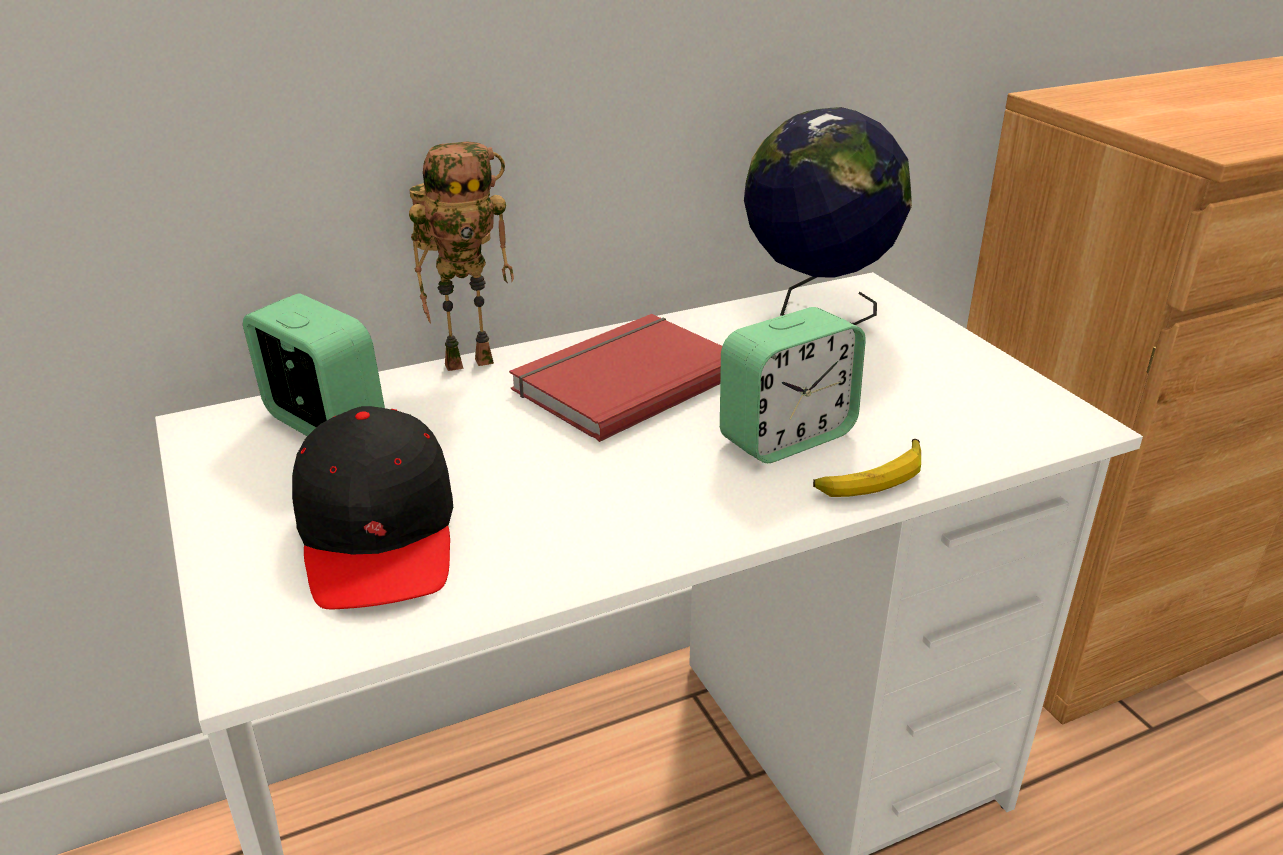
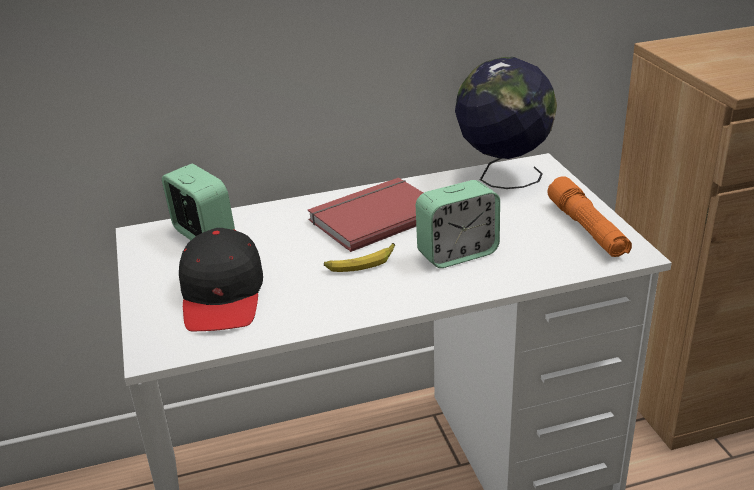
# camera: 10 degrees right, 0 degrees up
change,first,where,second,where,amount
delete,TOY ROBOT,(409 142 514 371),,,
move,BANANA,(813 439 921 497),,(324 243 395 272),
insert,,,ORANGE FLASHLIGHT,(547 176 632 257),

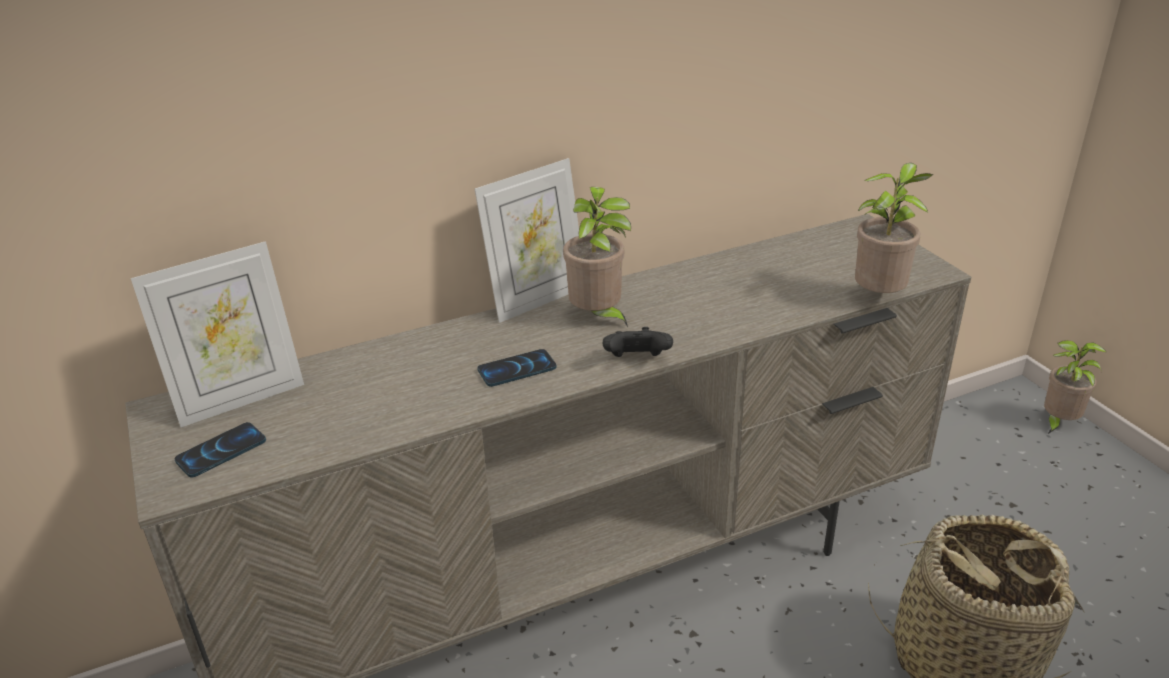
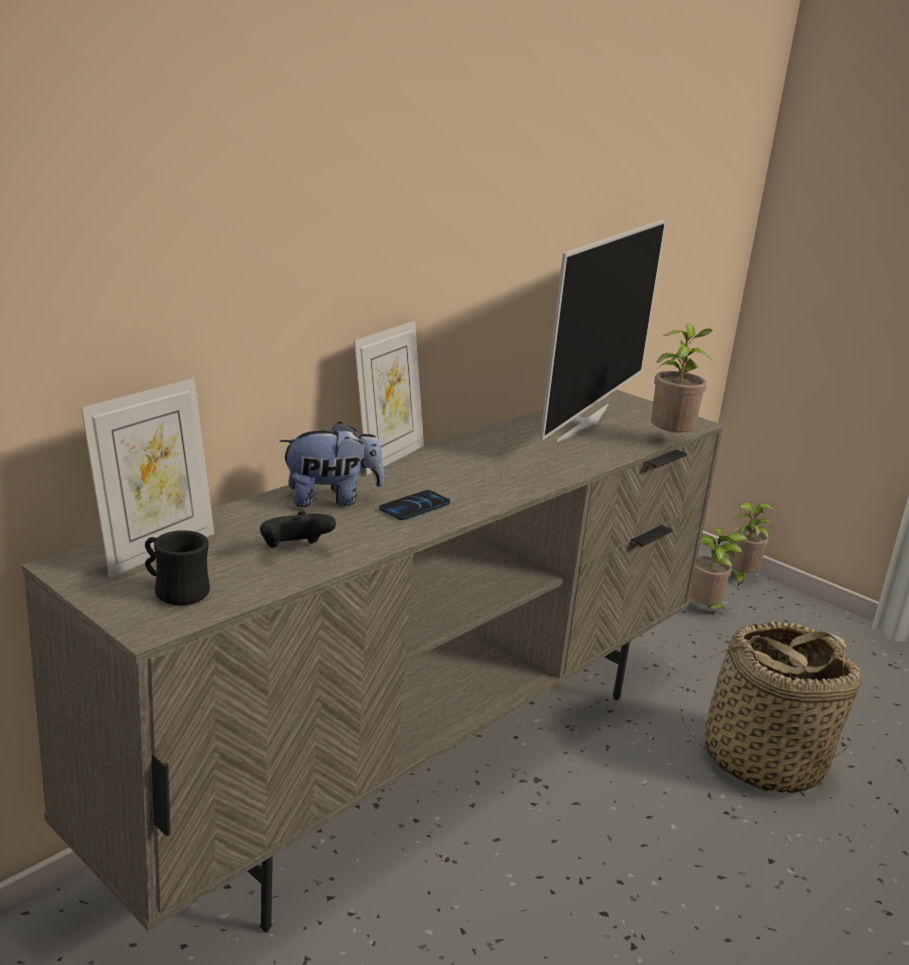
# camera: 25 degrees left, 10 degrees down
change,first,where,second,where,amount
move,POTTED PLANT,(563 187 631 327),,(690 527 748 612),
move,BLACK GAME CONTROLLER,(603 327 673 357),,(260 511 336 548),
replace,PHONE,(175 422 266 477),BLACK MUG,(145 530 210 605),
insert,,,TELEVISION,(540 219 666 442),
insert,,,PLUSH TOY,(280 421 384 507),

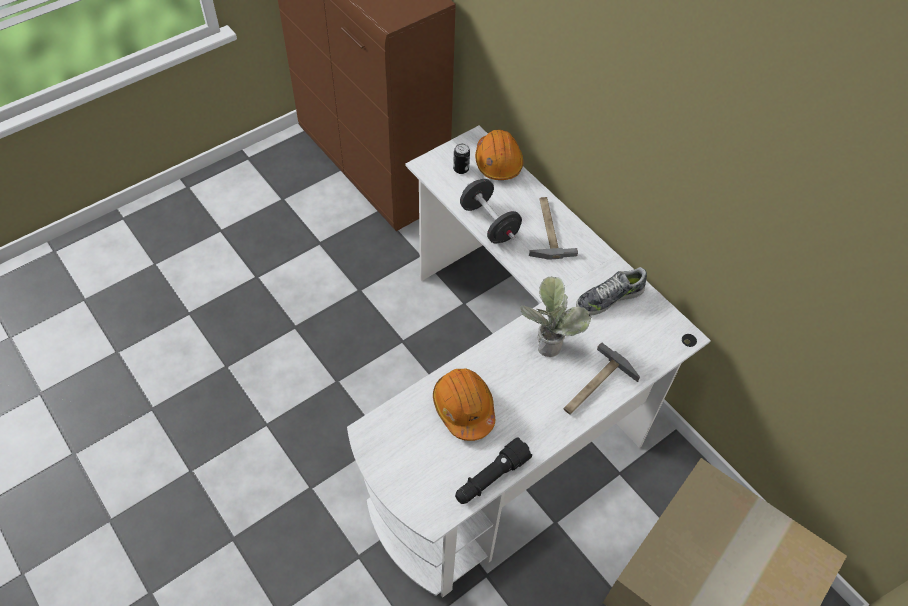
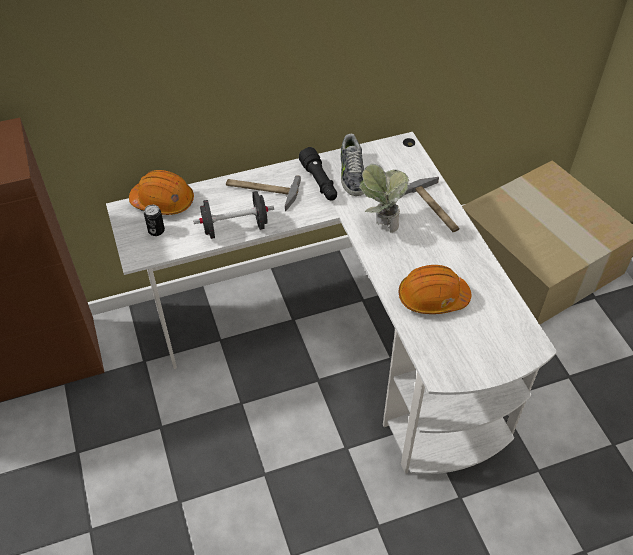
# camera: 70 degrees left, 5 degrees down
change,first,where,second,where,amount
move,BLACK FLASHLIGHT,(455 437 532 504),,(299 147 337 201),

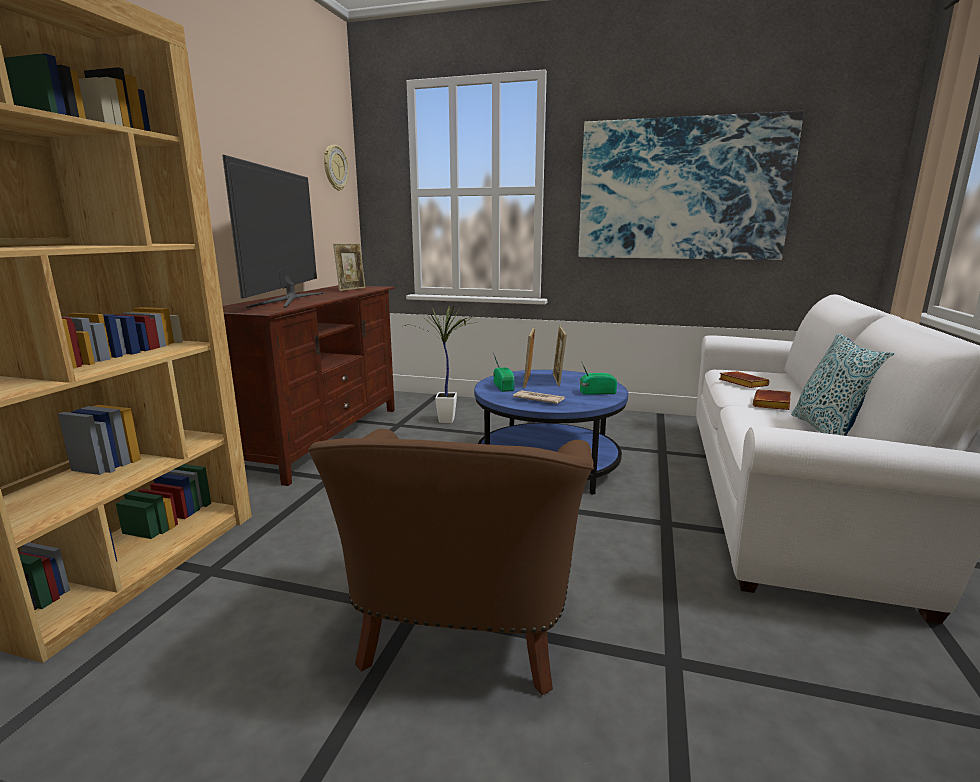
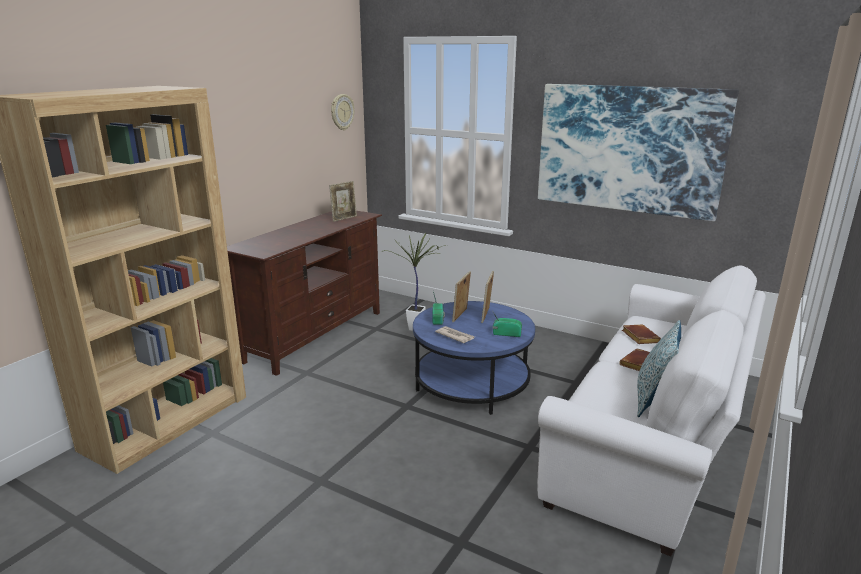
# camera: 15 degrees right, 5 degrees up
change,first,where,second,where,amount
delete,TELEVISION,(222 155 323 308),,,
delete,BROWN ARMCHAIR,(308 429 594 695),,,

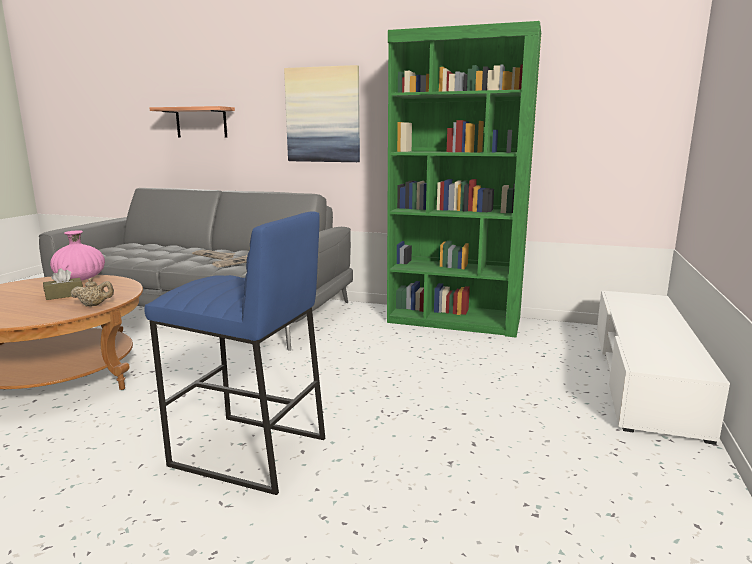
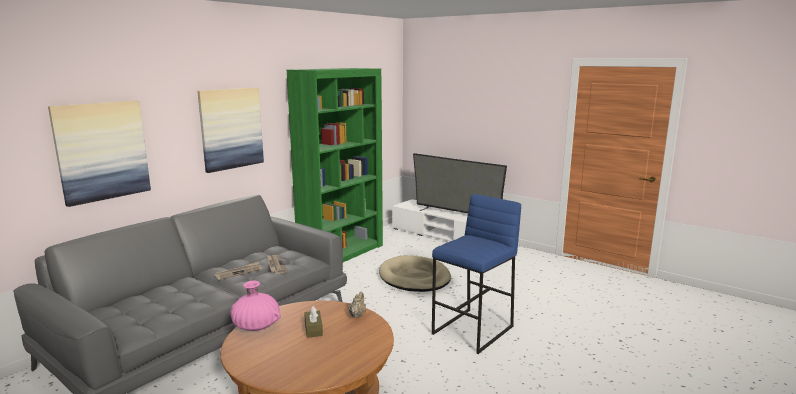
# camera: 70 degrees left, 0 degrees up
change,first,where,second,where,amount
replace,SHELF,(149 106 235 137),PICTURE,(48 101 151 207),
insert,,,TELEVISION,(413 153 507 213),
insert,,,BEIGE DOG BED,(379 255 451 292),

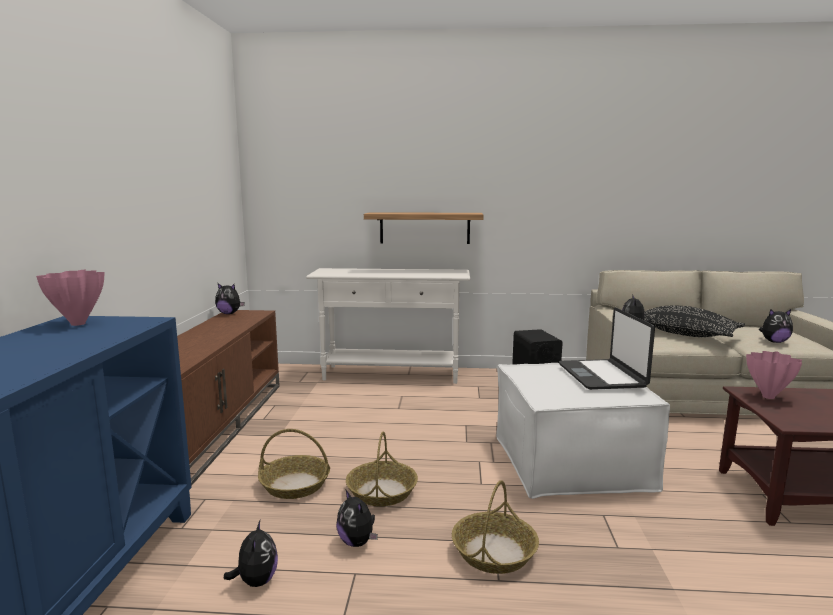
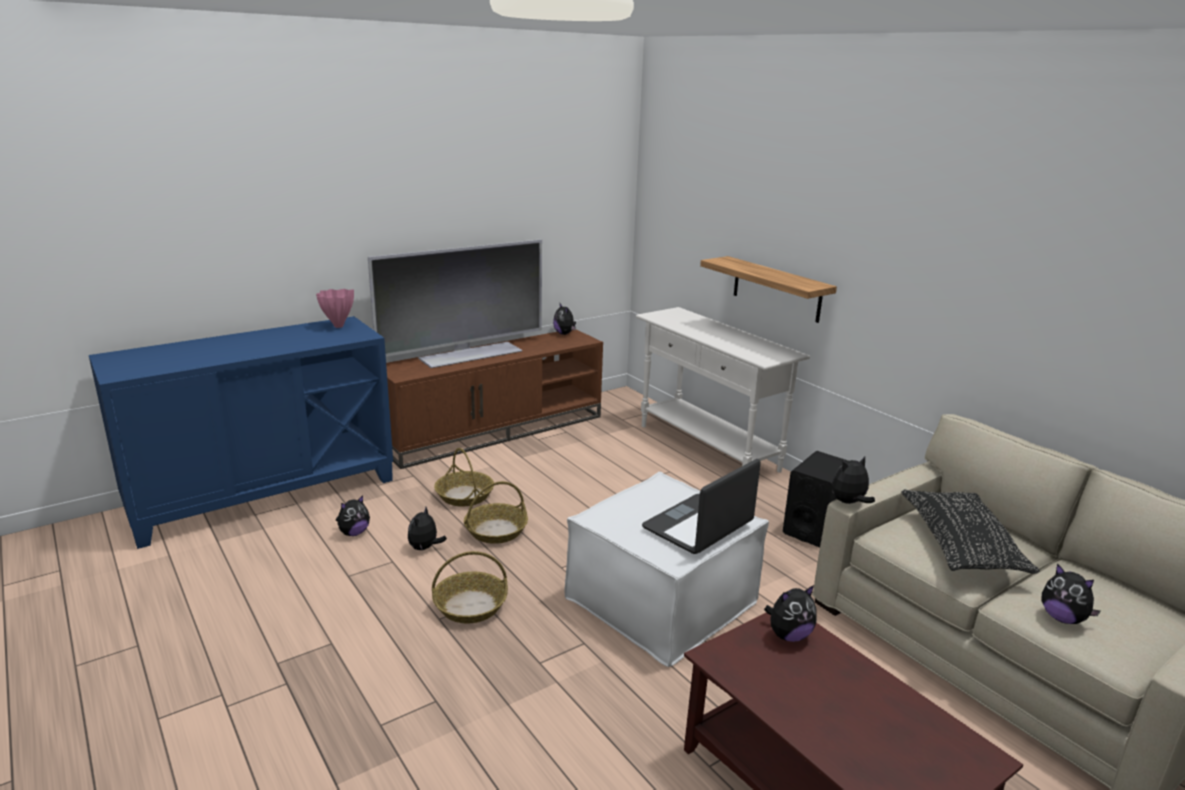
# camera: 50 degrees right, 10 degrees up
change,first,where,second,where,amount
replace,PINK VASE,(746 351 802 399),PLUSH TOY,(764 585 817 642),
insert,,,TELEVISION,(368 239 542 368),

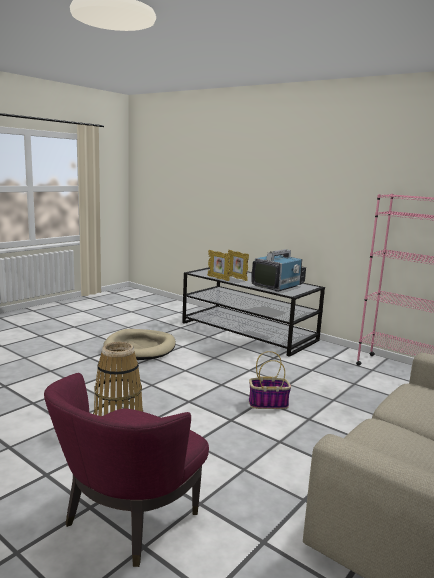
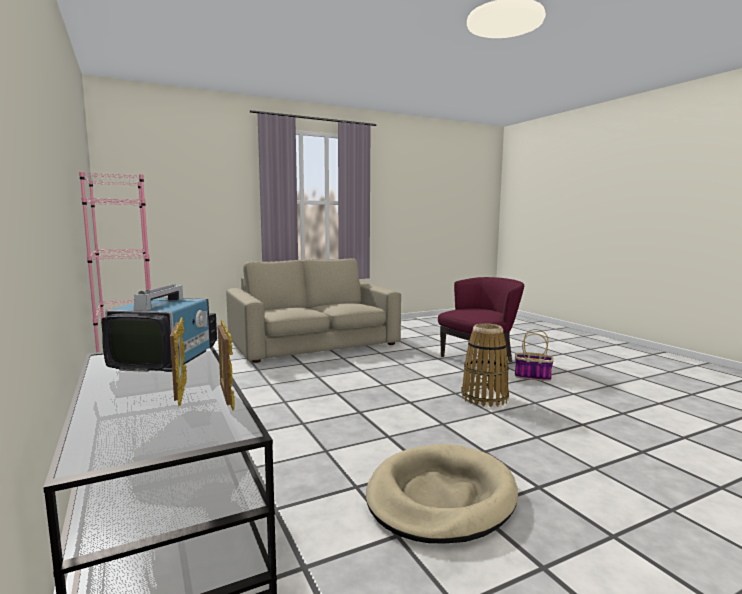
# camera: 155 degrees left, 5 degrees down
change,first,where,second,where,amount
rotate,TELEVISION,(251 249 306 292),,(101 284 217 372),120 degrees clockwise
move,BASKET,(249 351 291 409),,(515 329 554 381),

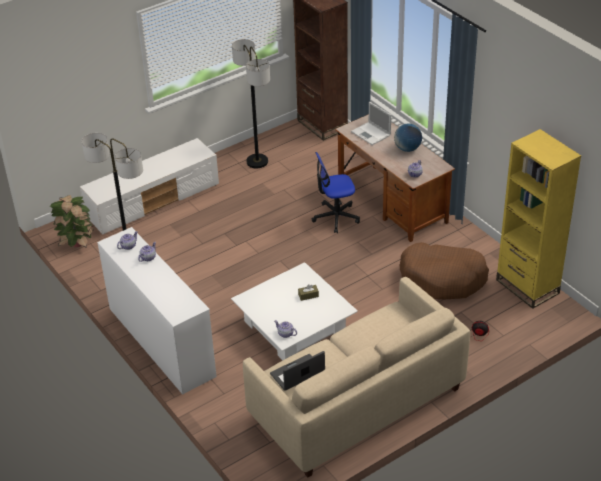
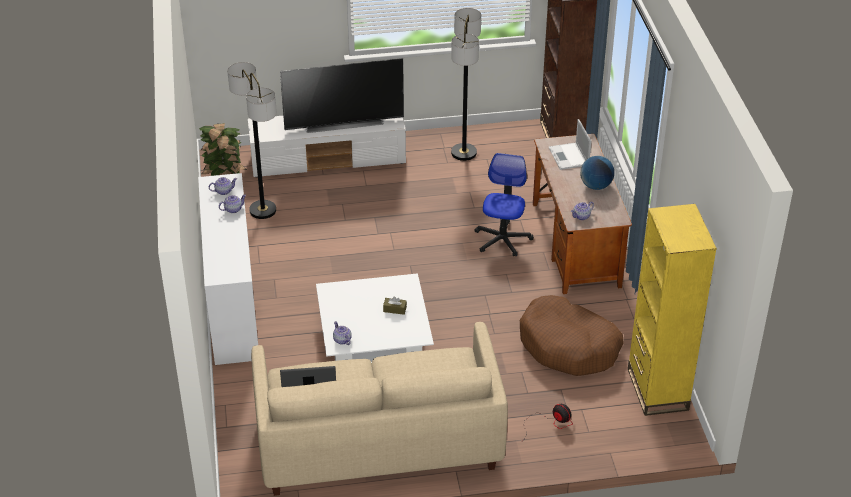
# camera: 25 degrees right, 0 degrees up
change,first,where,second,where,amount
rotate,OFFICE CHAIR,(311 152 360 233),,(475 153 534 257),90 degrees clockwise
insert,,,TELEVISION,(280 58 404 133),

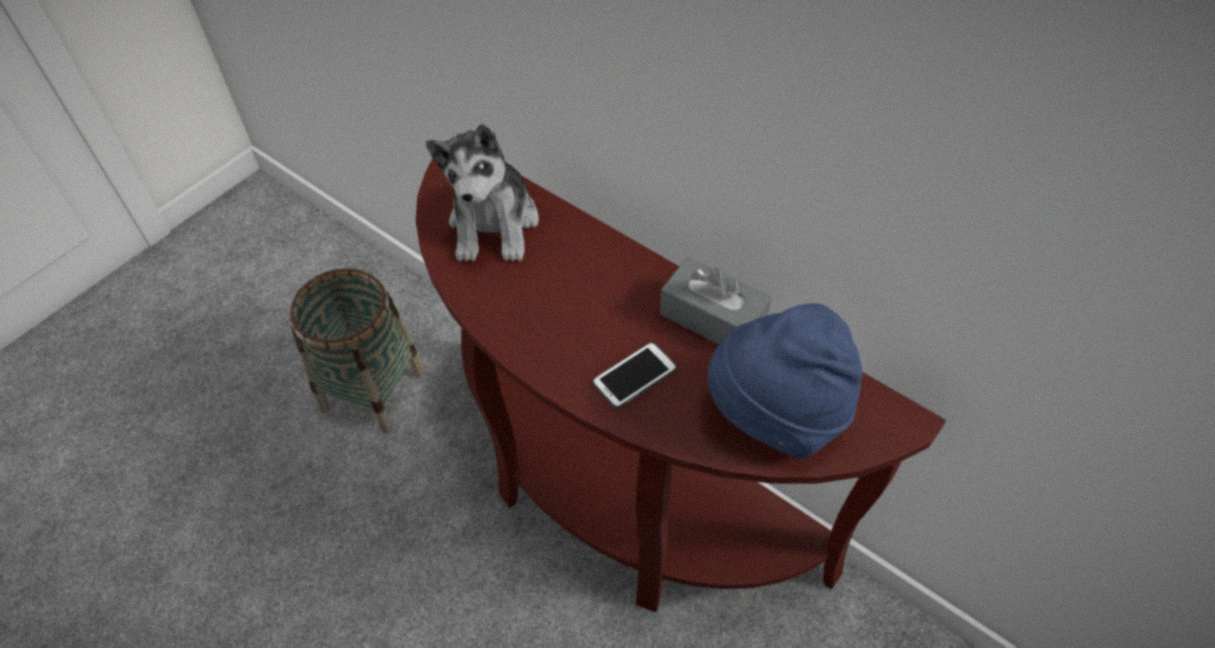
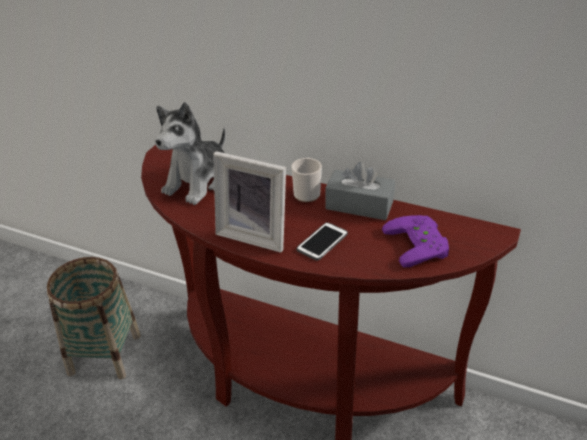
# camera: 15 degrees left, 15 degrees down
change,first,where,second,where,amount
rotate,PLUSH TOY,(425 124 539 262),,(155 102 225 205),45 degrees clockwise
replace,BLUE HAT,(708 303 863 459),PURPLE GAME CONTROLLER,(382 215 449 268),
insert,,,PICTURE FRAME,(213 151 286 253),
insert,,,MUG,(292 158 322 202),

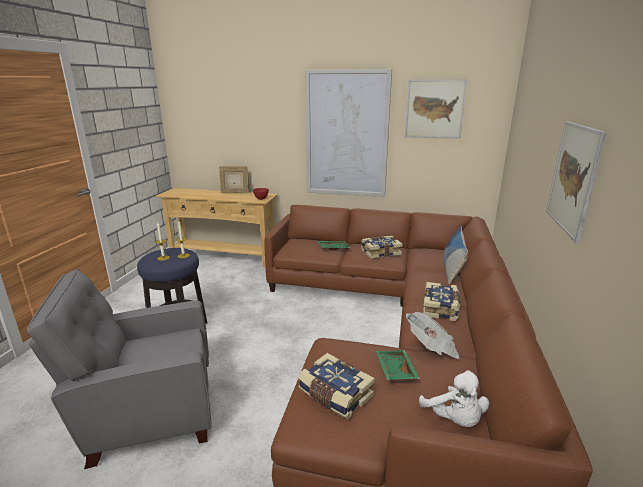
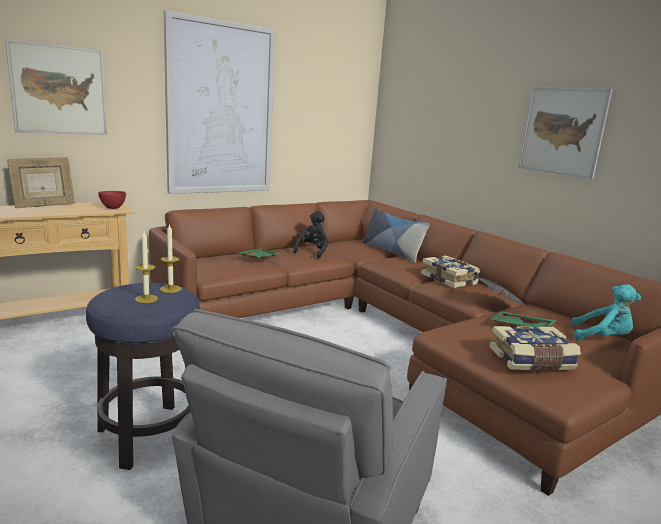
# camera: 50 degrees left, 5 degrees down
change,first,where,second,where,amount
move,PICTURE,(405 79 468 139),,(5 39 107 135),
replace,BOOK,(361 236 403 259),BLACK PLUSH TOY,(293 211 328 259),
recolor,WHITE PLUSH TOY,(419 370 489 427),TURQUOISE PLUSH TOY,(571 284 641 341),

